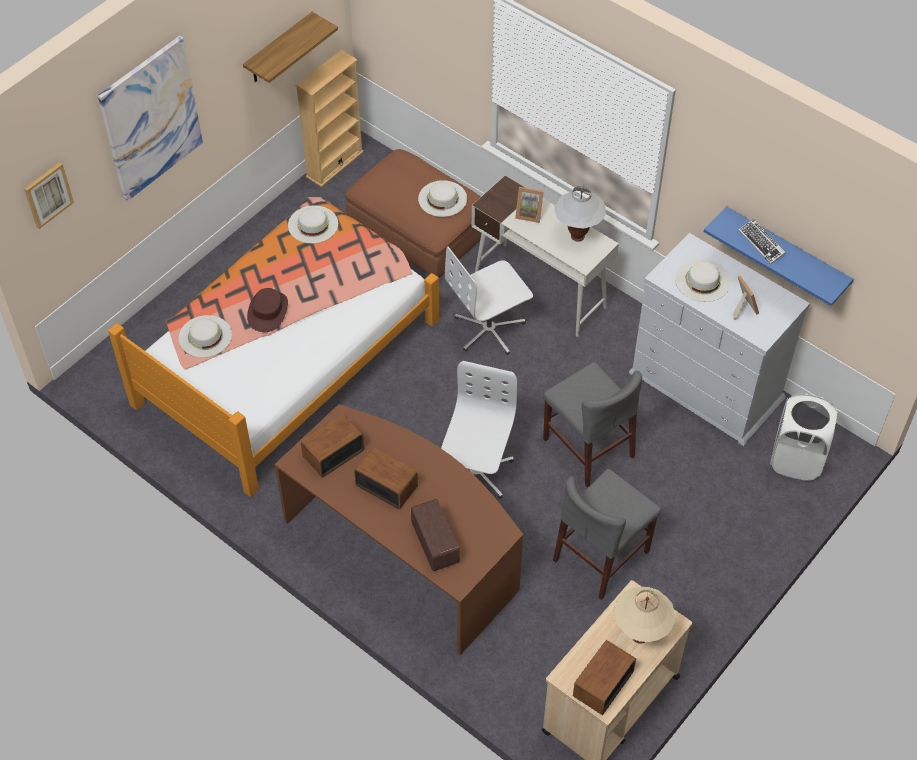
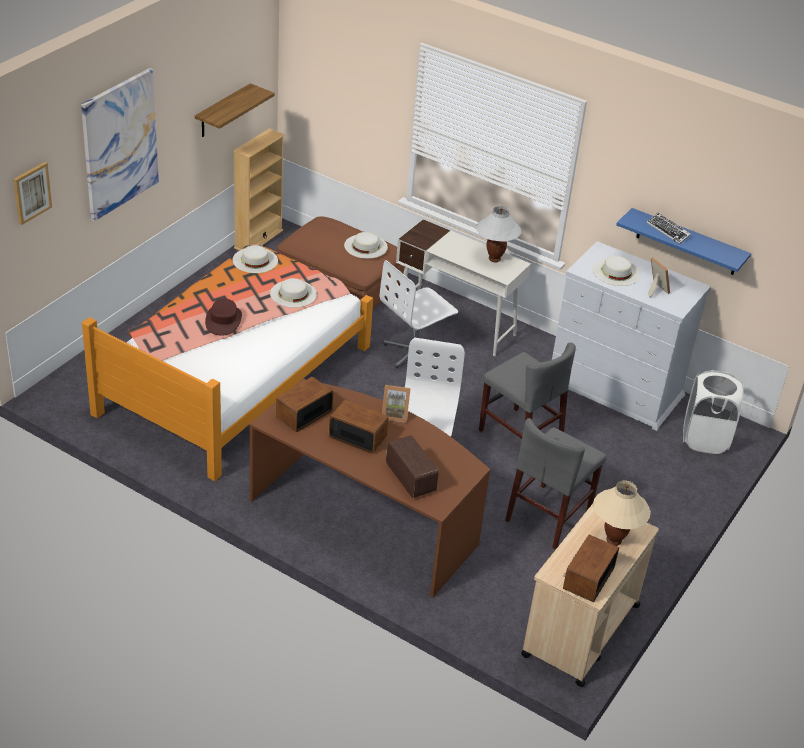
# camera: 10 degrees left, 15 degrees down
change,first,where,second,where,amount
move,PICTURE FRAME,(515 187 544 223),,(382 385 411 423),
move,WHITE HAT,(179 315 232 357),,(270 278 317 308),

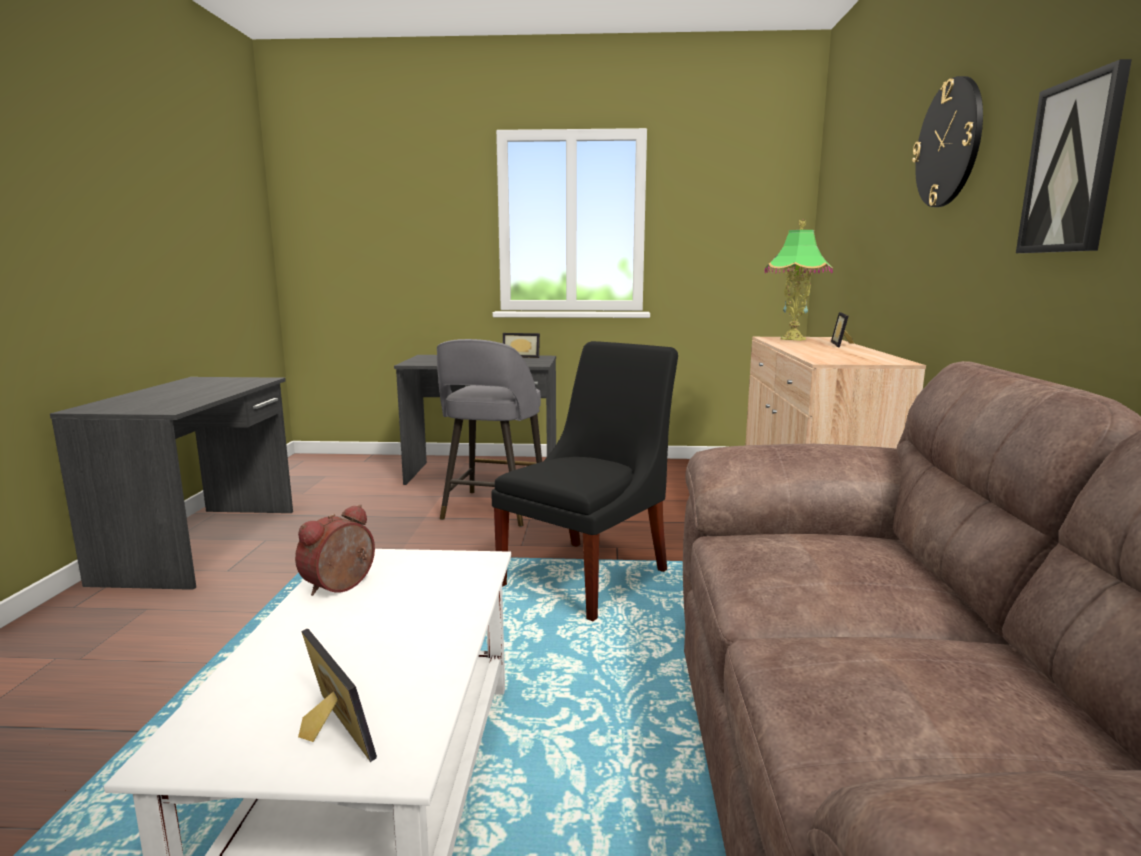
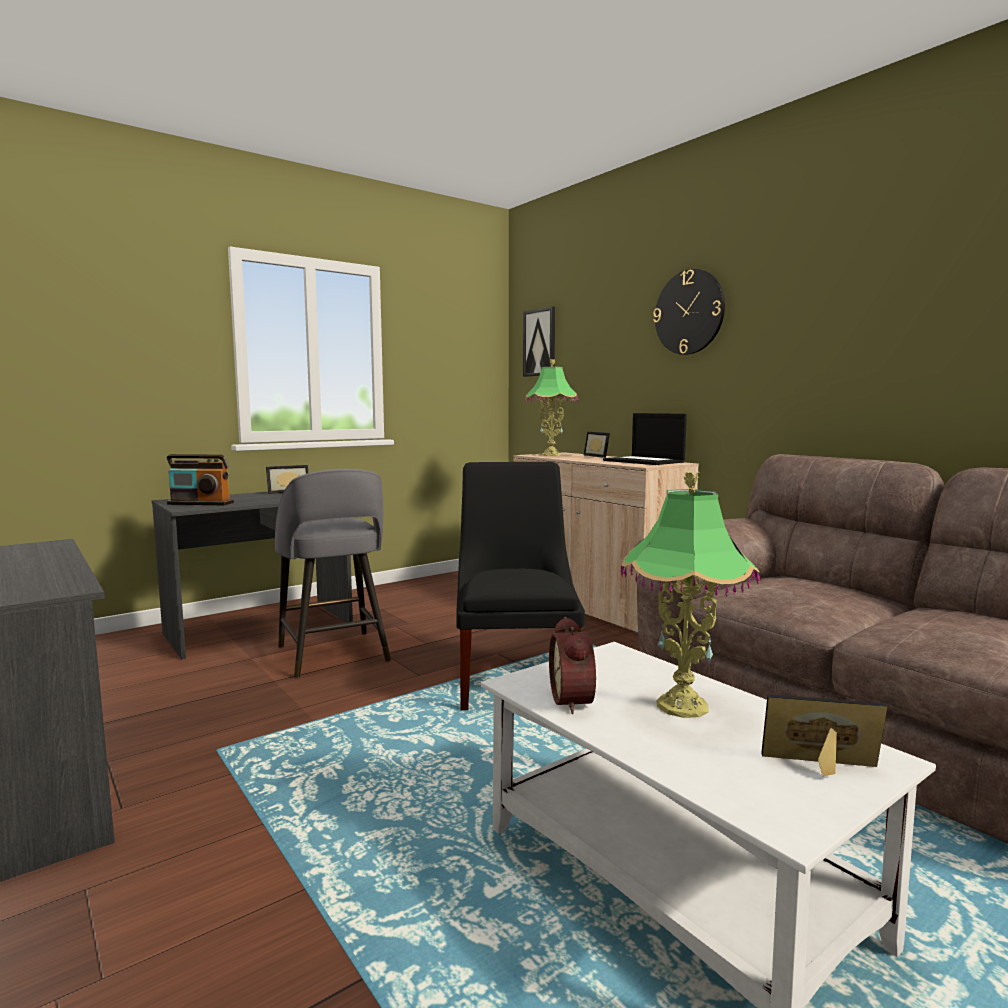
# camera: 40 degrees left, 5 degrees down
change,first,where,second,where,amount
move,PICTURE,(1016 59 1132 253),,(523 306 555 377),
insert,,,LAPTOP,(603 413 687 465),
insert,,,RADIO,(167 454 234 505),
insert,,,TABLE LAMP,(621 471 761 718),

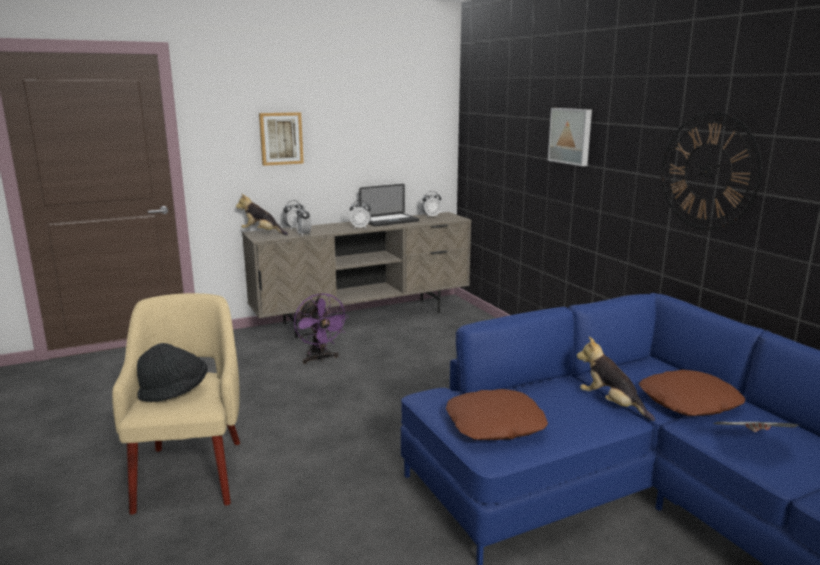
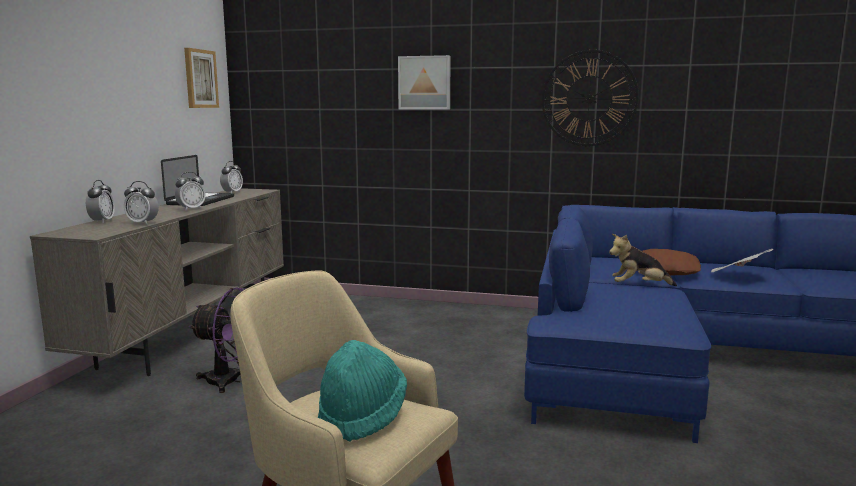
# camera: 50 degrees left, 5 degrees down
change,first,where,second,where,amount
move,PICTURE,(259 112 304 166),,(184 48 219 108),
delete,PLUSH TOY,(236 194 288 235),,,
recolor,BLACK HAT,(137 343 207 402),TURQUOISE HAT,(318 340 407 442),
delete,BROWN PILLOW,(446 389 548 440),,,

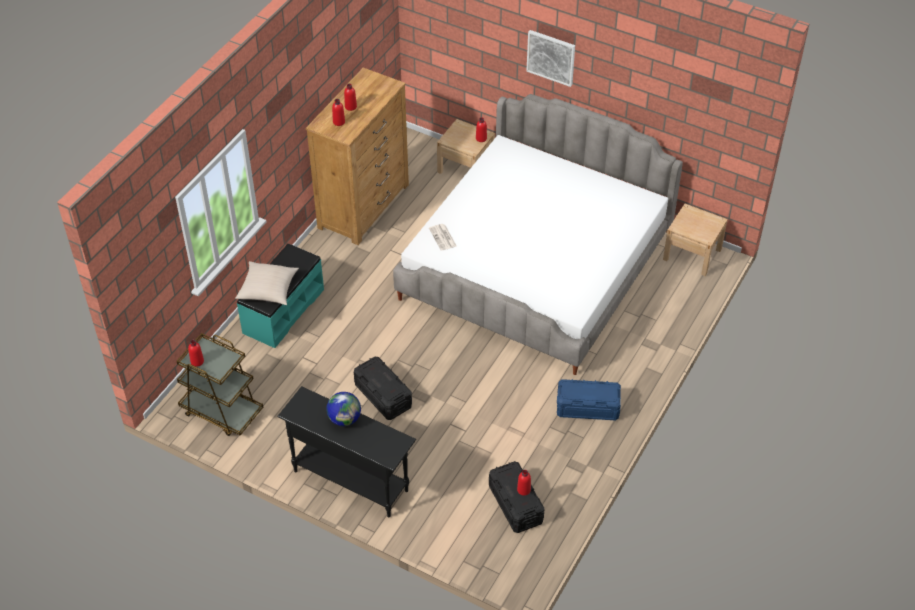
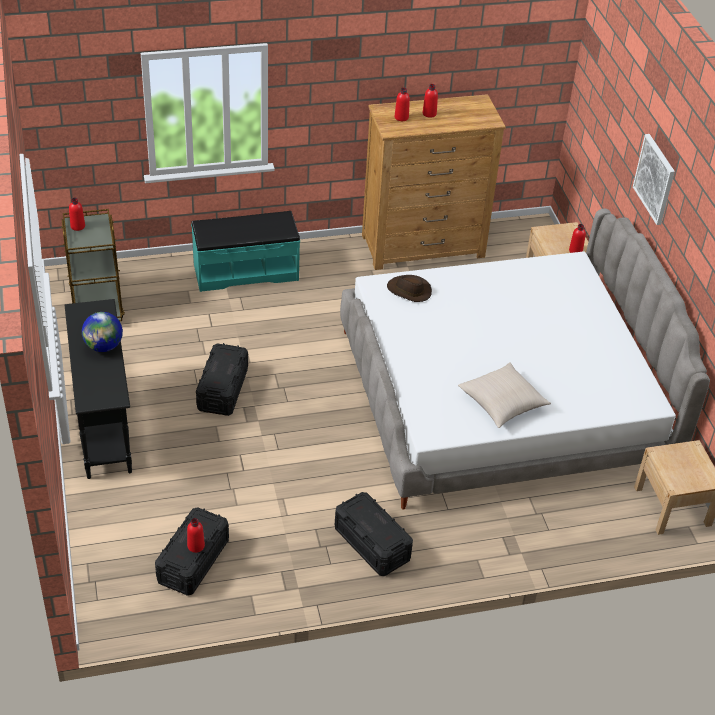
# camera: 45 degrees right, 5 degrees down
change,first,where,second,where,amount
replace,NEWSPAPER,(429 224 457 251),BROWN HAT,(387 275 432 302),
move,BEIGE PILLOW,(235 261 299 305),,(458 362 551 428),
recolor,BLUE STORAGE BOX,(557 379 621 420),BLACK STORAGE BOX,(335 492 413 576),

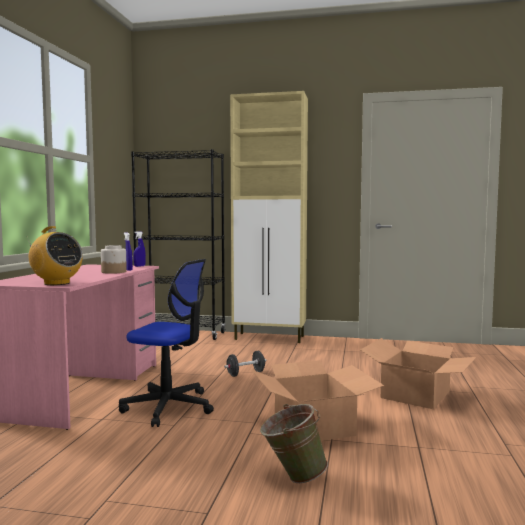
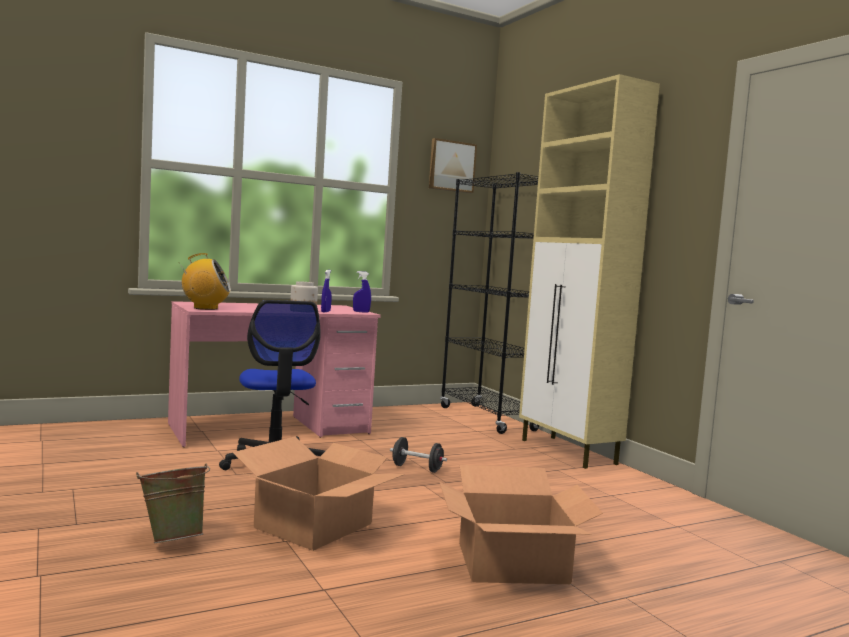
# camera: 50 degrees right, 0 degrees up
change,first,where,second,where,amount
rotate,RADIO,(27 226 83 285),,(178 253 231 310),90 degrees counterclockwise
insert,,,PICTURE,(429 138 477 193),

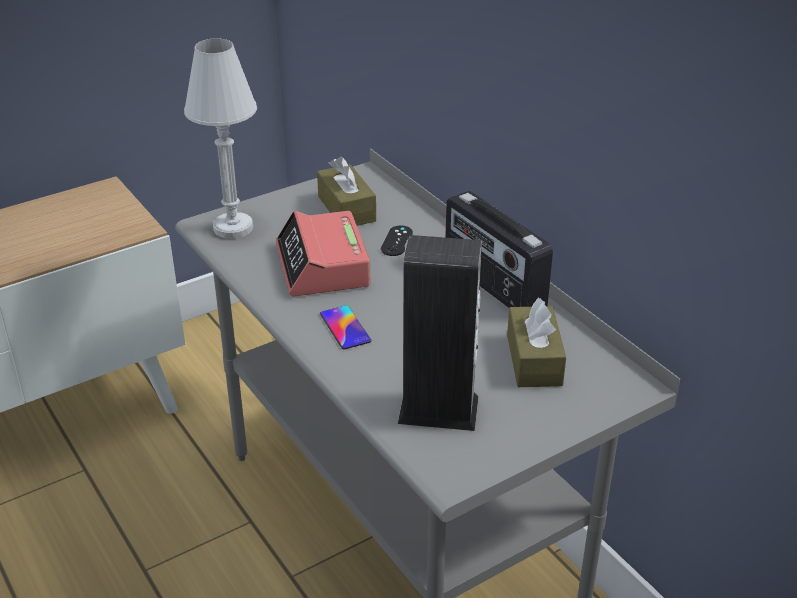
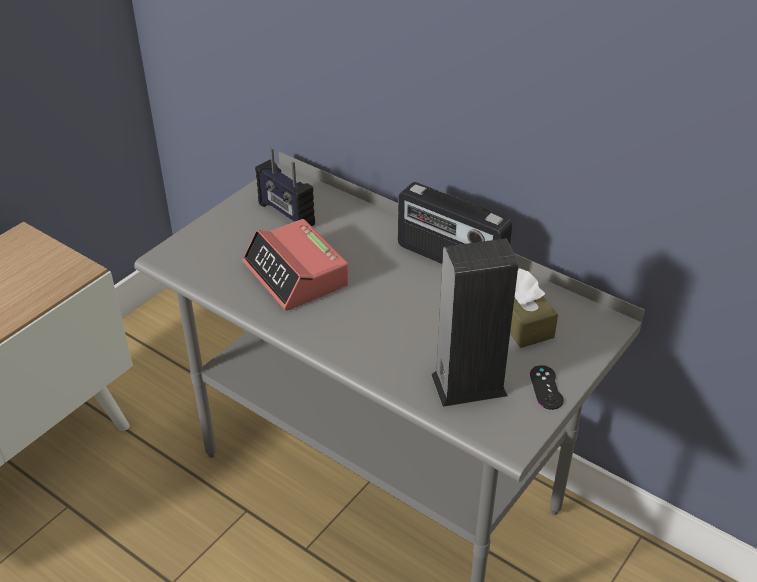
# camera: 20 degrees left, 5 degrees up
change,first,where,second,where,amount
delete,WHITE TABLE LAMP,(184 38 257 239),,,
replace,BROWN TISSUE BOX,(317 157 376 226),RADIO,(255 148 315 226),
move,BLACK GAME CONTROLLER,(381 226 413 256),,(530 365 564 410),
delete,PHONE,(320 305 371 349),,,

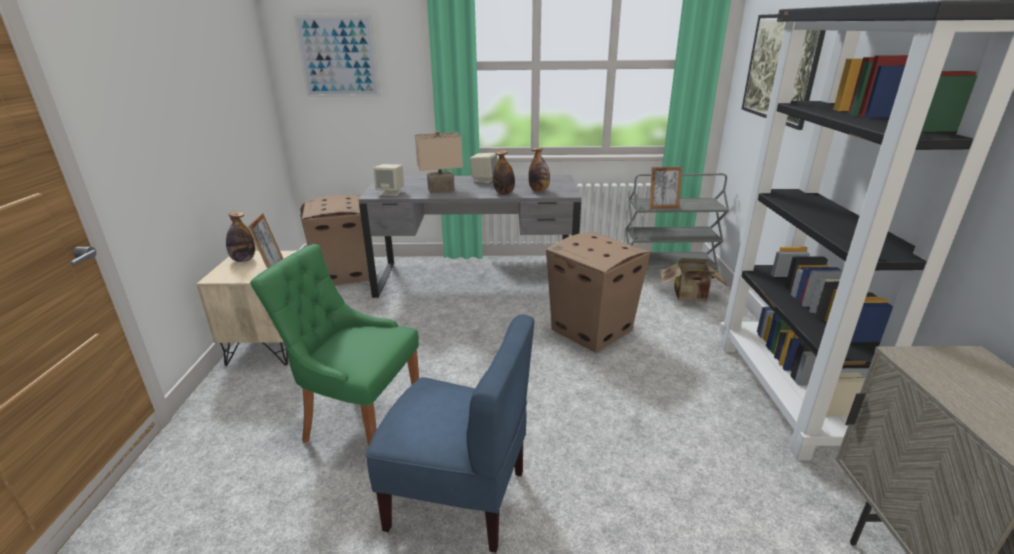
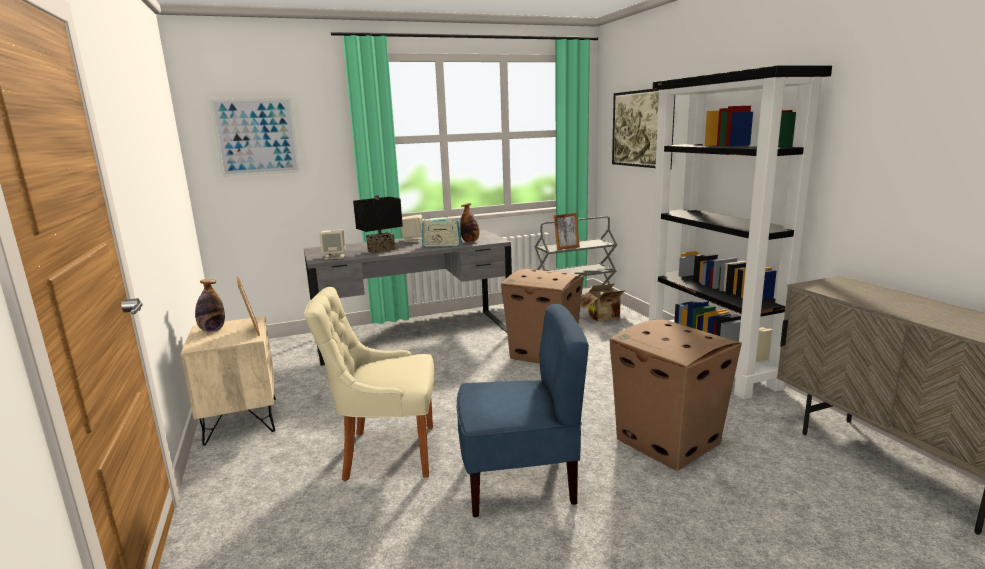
# camera: 20 degrees left, 10 degrees down
change,first,where,second,where,amount
recolor,BEIGE TABLE LAMP,(415 131 463 193),BLACK TABLE LAMP,(353 195 403 253),
replace,BOTTLE,(493 150 515 195),RADIO,(422 214 462 248),
move,CARDBOARD BOX,(300 195 369 285),,(610 319 742 471),
recolor,GREEN CHAIR,(250 244 419 447),BEIGE CHAIR,(304 287 434 481),

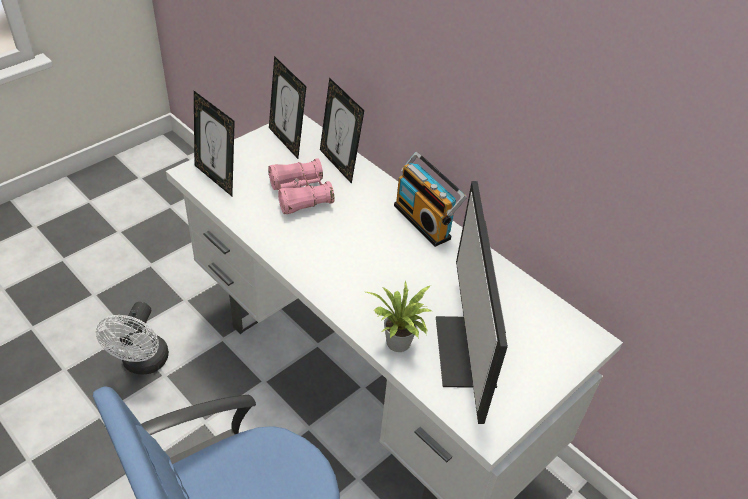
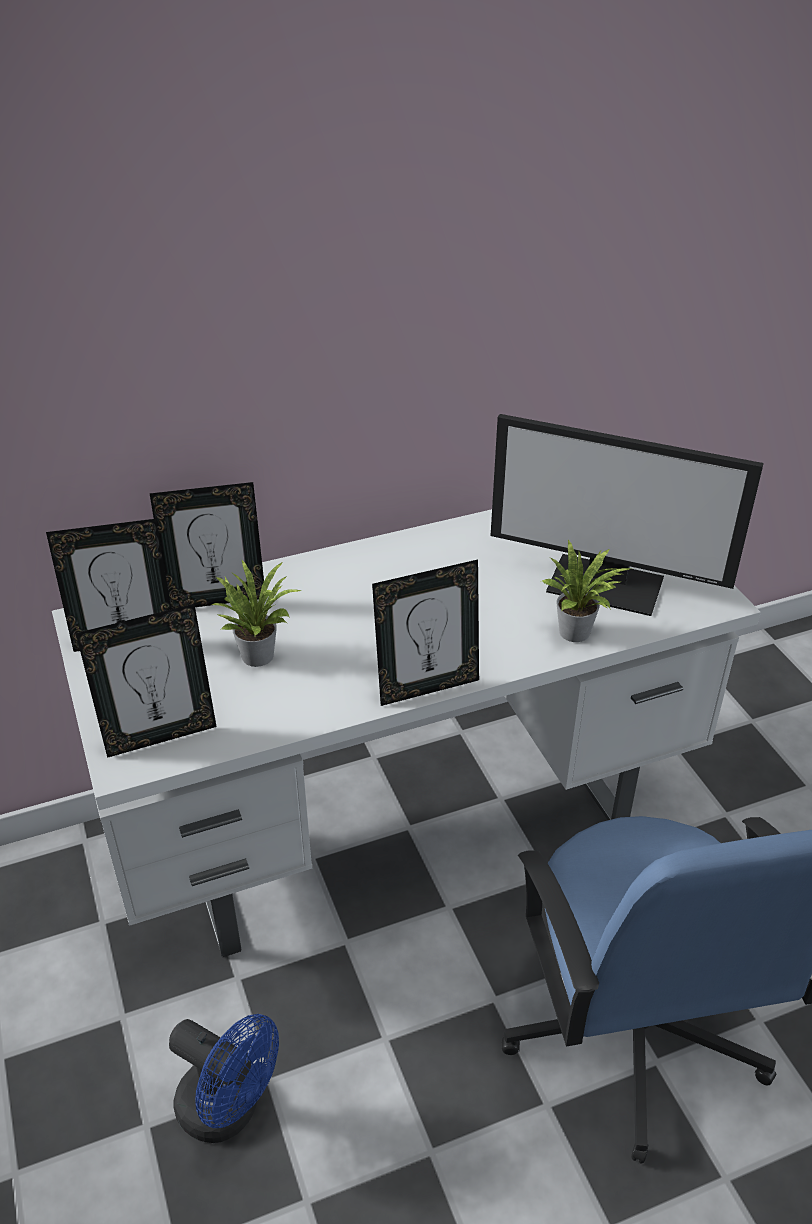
# camera: 65 degrees left, 5 degrees down
change,first,where,second,where,amount
delete,RADIO,(394 152 467 247),,,
replace,PINK BINOCULARS,(268 158 334 214),POTTED PLANT,(212 560 301 667),
recolor,WHITE FAN,(96 302 169 375),BLUE FAN,(169 1014 279 1143),
insert,,,PICTURE FRAME,(372 559 479 706),

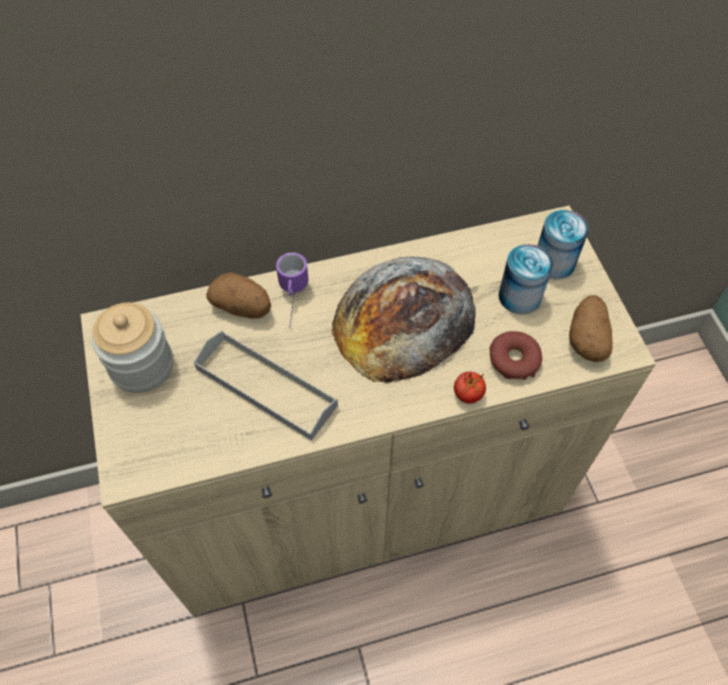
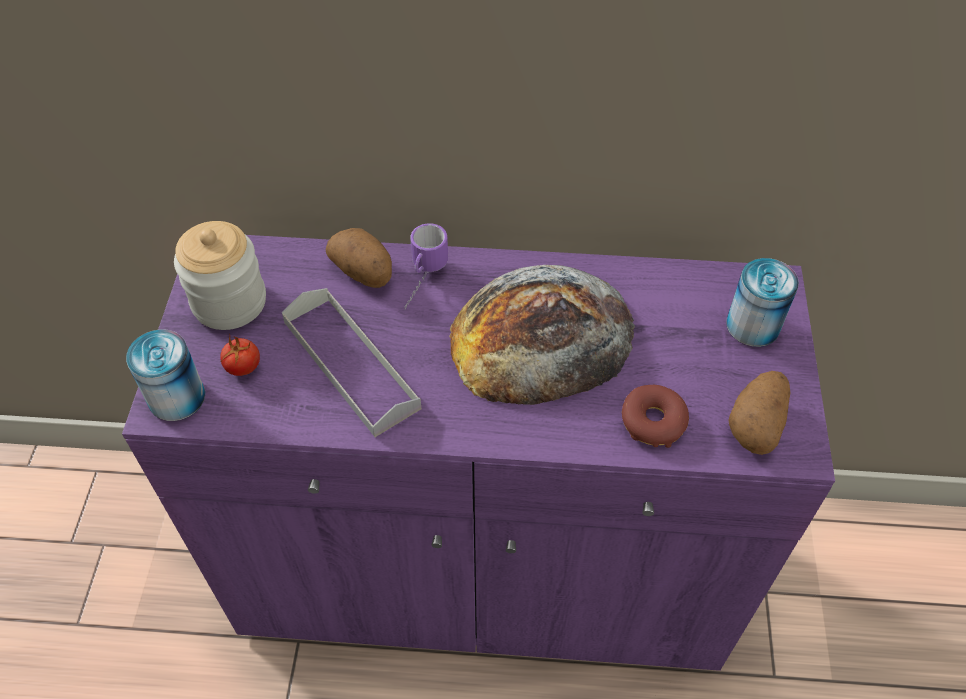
# camera: 20 degrees right, 5 degrees down
change,first,where,second,where,amount
recolor,BEIGE CABINET,(81 206 656 616),PURPLE CABINET,(122 235 835 671),
move,CAN,(499 244 553 314),,(126 329 205 421),
move,TOMATO,(454 372 486 403),,(220 334 260 376),

